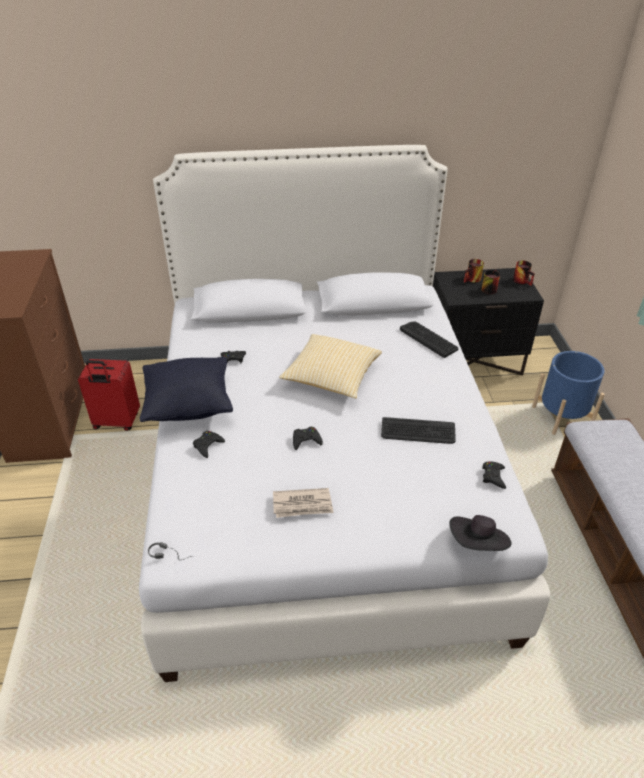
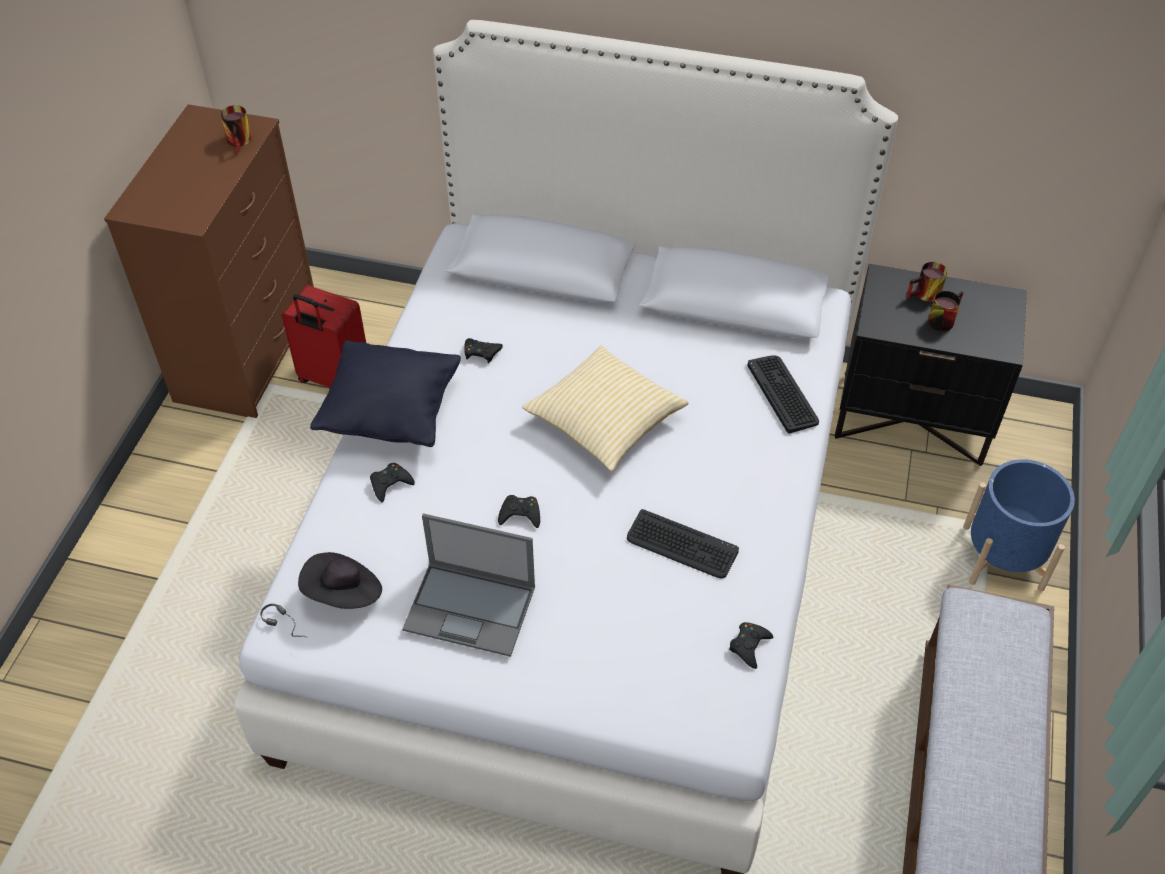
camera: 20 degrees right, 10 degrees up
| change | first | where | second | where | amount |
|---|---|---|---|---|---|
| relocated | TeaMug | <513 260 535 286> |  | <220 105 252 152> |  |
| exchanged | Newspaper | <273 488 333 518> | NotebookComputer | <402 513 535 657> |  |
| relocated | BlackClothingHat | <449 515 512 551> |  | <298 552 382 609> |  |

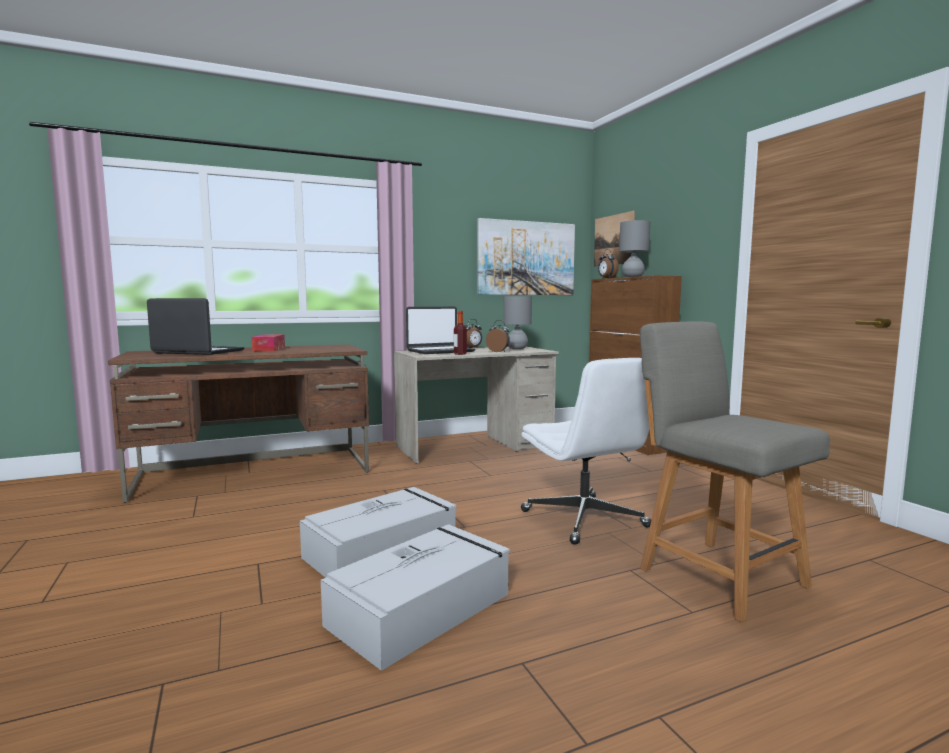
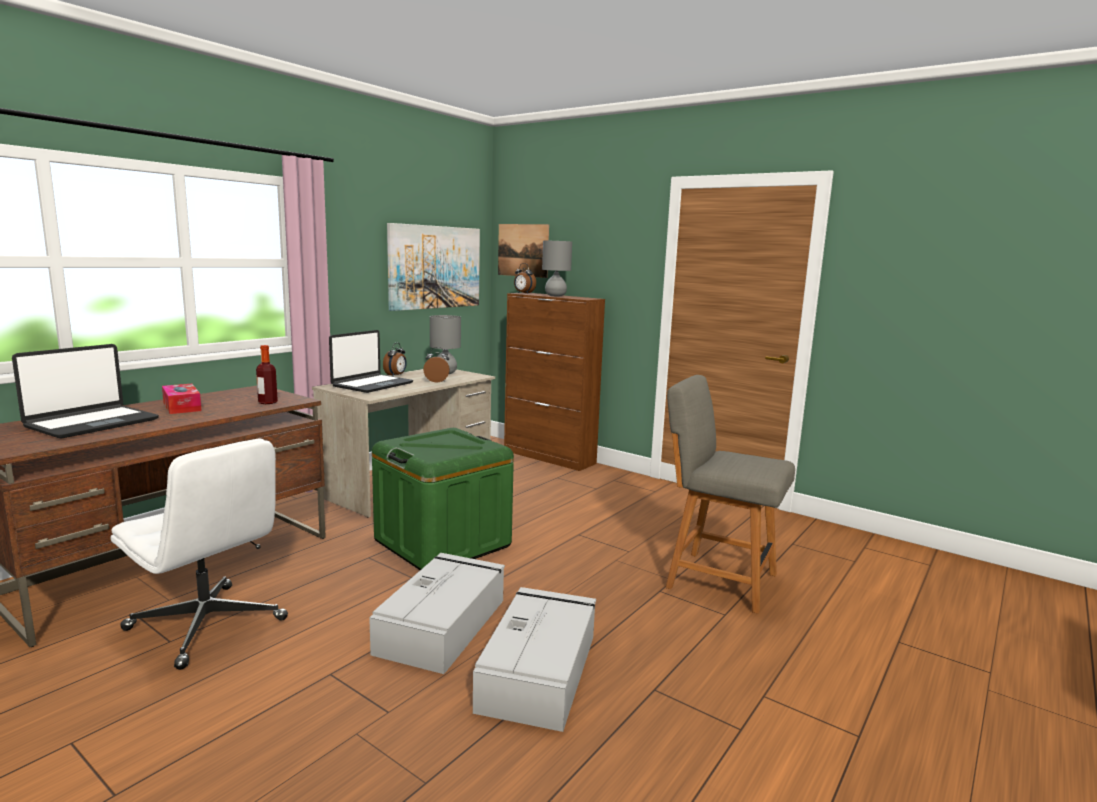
camera: 30 degrees left, 5 degrees up
| change | first | where | second | where | amount |
|---|---|---|---|---|---|
| spun | NotebookComputer | <147 298 245 355> |  | <12 344 159 439> | 135 degrees clockwise |
| relocated | Bottle | <454 311 467 355> |  | <256 345 278 404> |  |
| relocated | WhiteColouredOfficeChair | <521 358 651 545> |  | <111 439 288 670> |  |
| appeared |  |  | GreenishStorageContainer | <372 428 514 570> |  |

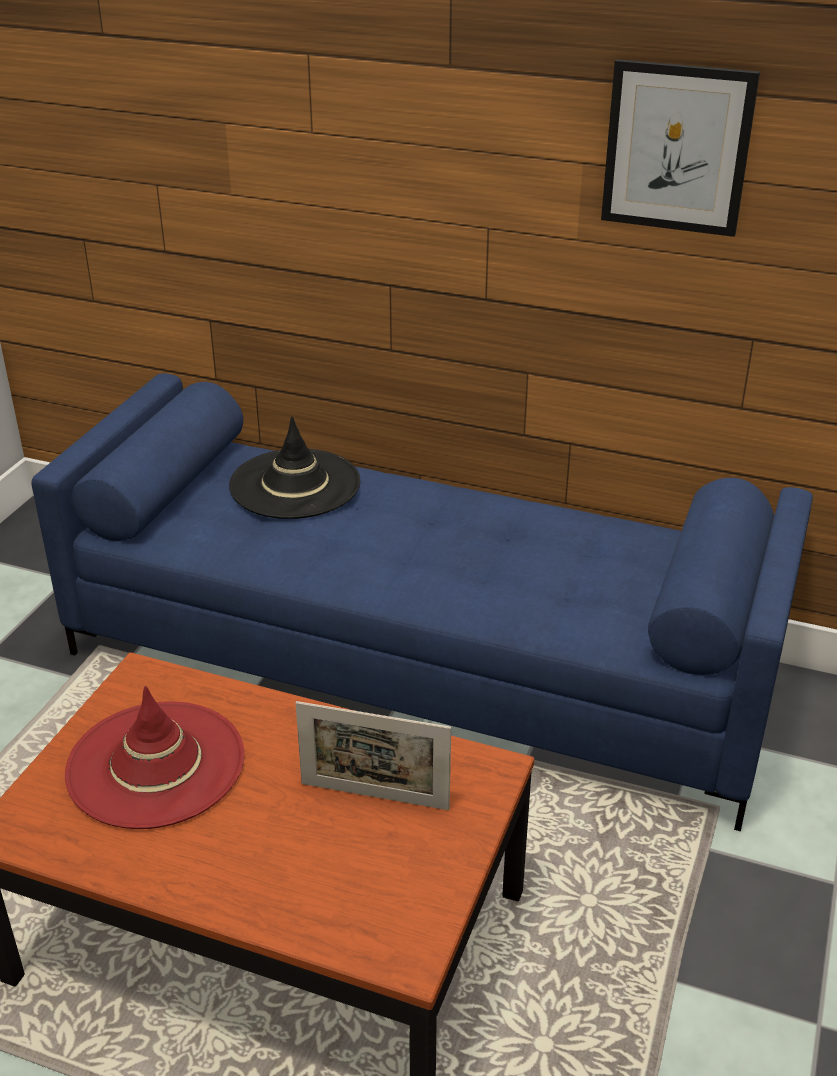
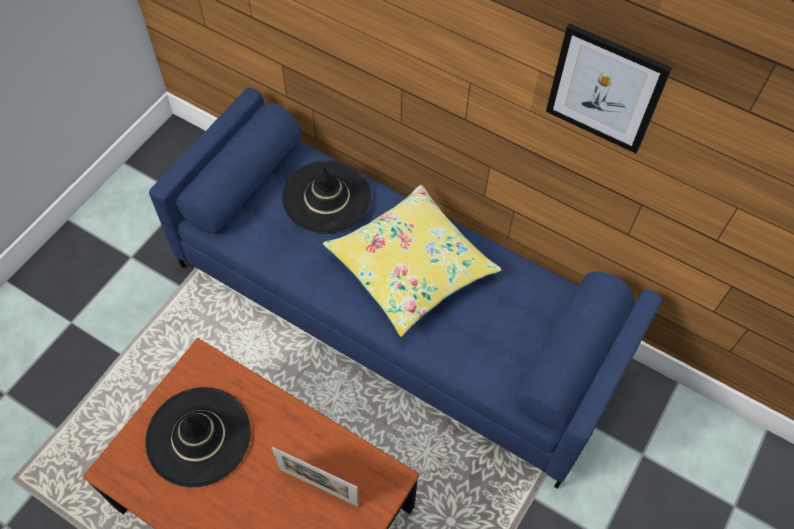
camera: 10 degrees right, 25 degrees up
| change | first | where | second | where | amount |
|---|---|---|---|---|---|
| colour | RedClothingHat | <65 686 245 829> | BlackClothingHat | <145 387 251 488> |  |
| appeared |  |  | YellowColouredPillow | <323 185 502 337> |  |

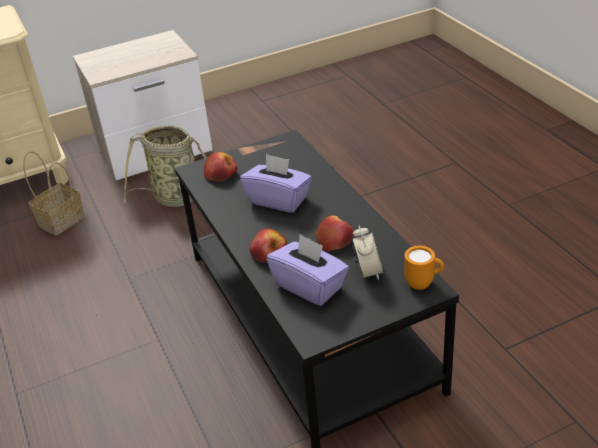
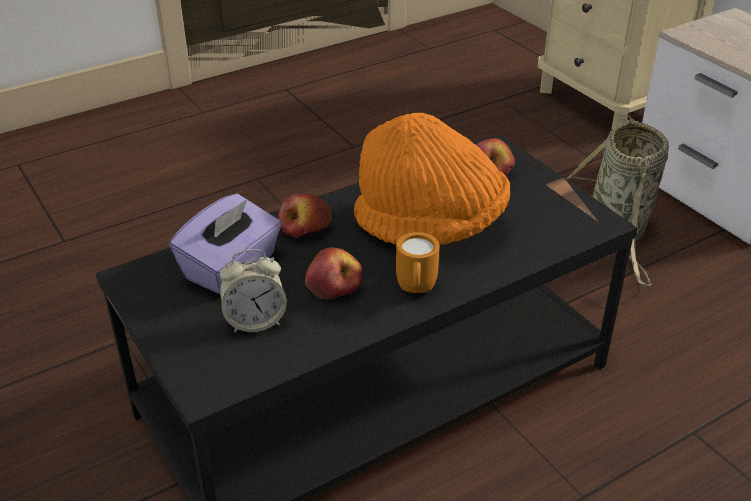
camera: 80 degrees right, 0 degrees up
| change | first | where | second | where | amount |
|---|---|---|---|---|---|
| missing | HouseholdBasket | <23 151 85 235> |  |  |  |
| exchanged | PurpleColouredTissueBox | <240 154 312 213> | OrangeClothingHat | <354 113 510 245> |  |
| relocated | OrangeTeaMug | <404 245 444 290> |  | <396 232 439 293> |  |

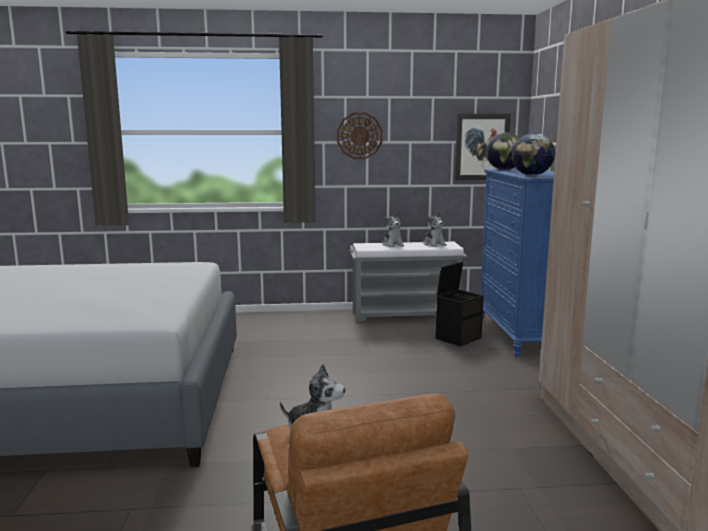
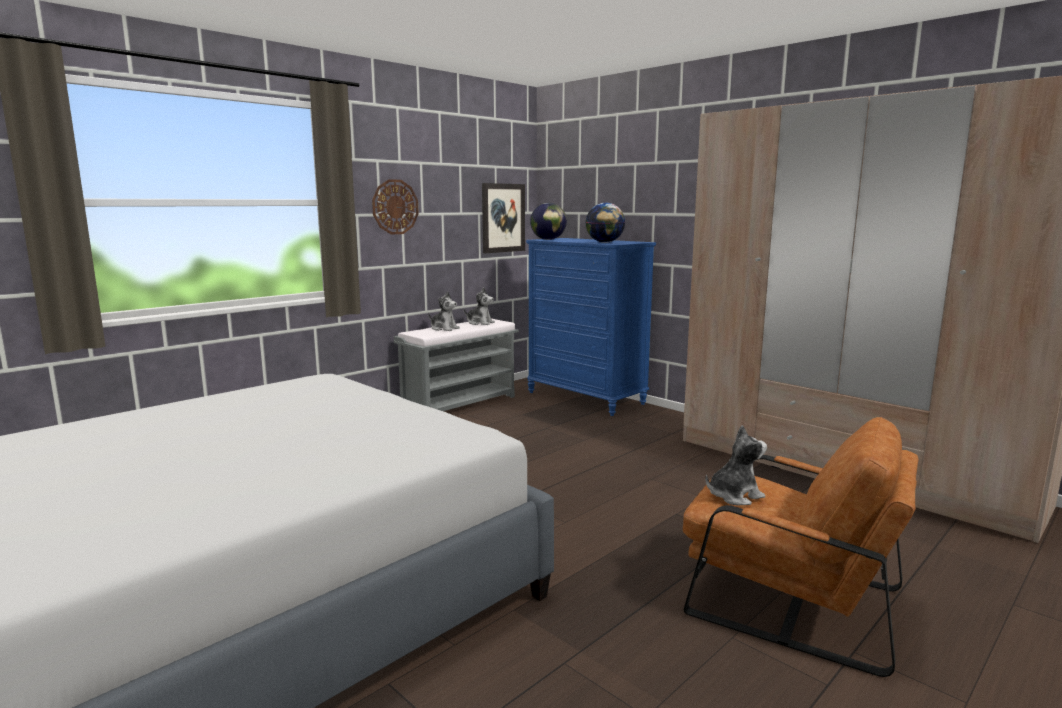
camera: 40 degrees left, 0 degrees up
| change | first | where | second | where | amount |
|---|---|---|---|---|---|
| missing | BlackStorageContainer | <435 262 484 347> |  |  |  |

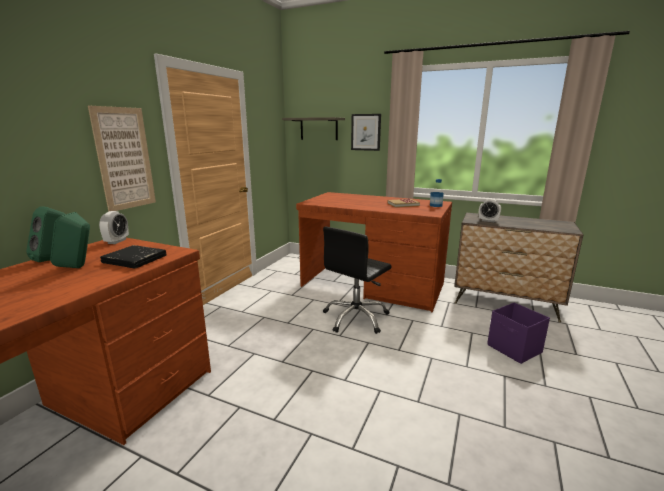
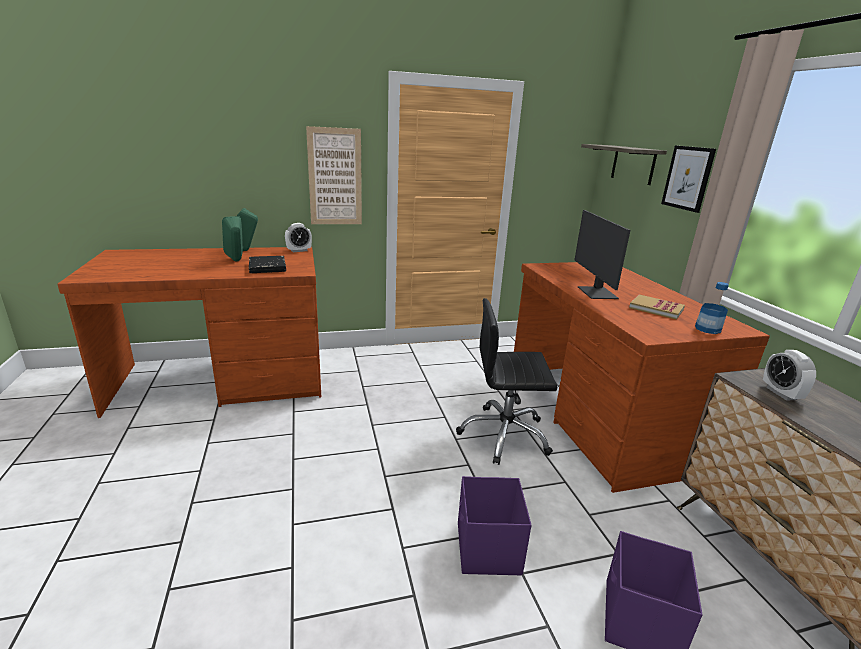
camera: 50 degrees right, 5 degrees up
| change | first | where | second | where | amount |
|---|---|---|---|---|---|
| appeared |  |  | ComputerScreen | <575 210 630 299> |  |
| appeared |  |  | PurpleColouredStorageContainer | <458 476 532 575> |  |

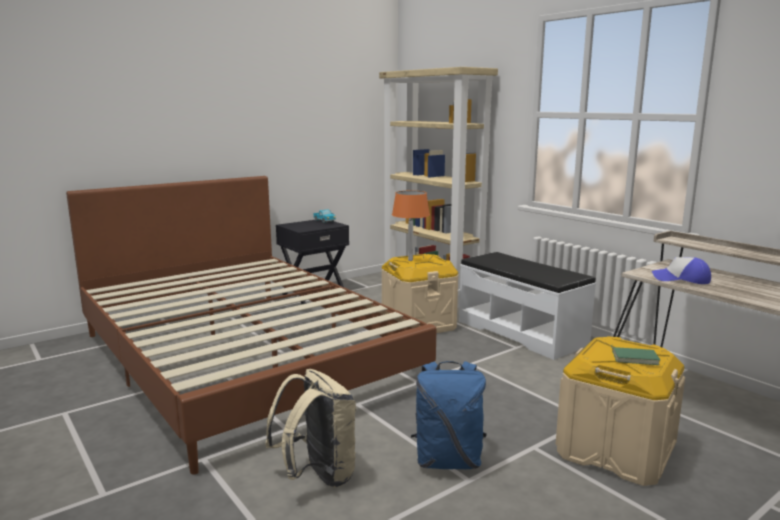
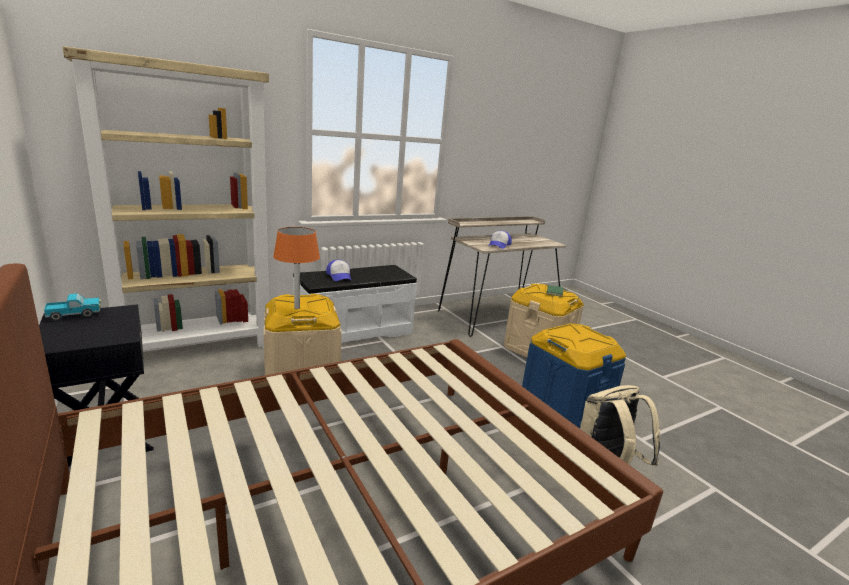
camera: 85 degrees left, 5 degrees up
| change | first | where | second | where | amount |
|---|---|---|---|---|---|
| exchanged | BluishRucksack | <411 361 487 469> | BluishStorageContainer | <522 323 626 428> |  |
| appeared |  |  | PeakedCap | <326 260 351 281> |  |

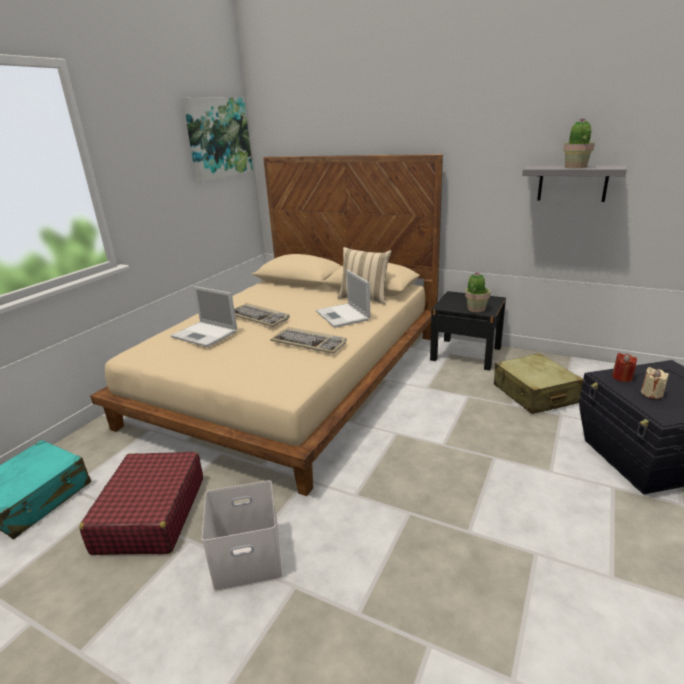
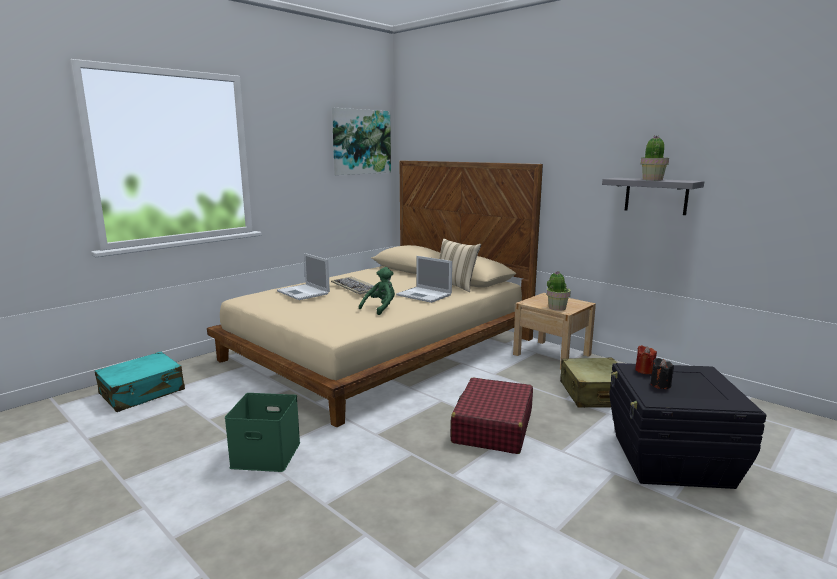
camera: 15 degrees right, 10 degrees down
| change | first | where | second | where | amount |
|---|---|---|---|---|---|
| spun | NotebookComputer | <316 270 370 328> |  | <396 256 452 303> | 45 degrees counterclockwise |
| colour | BlackNightTable | <430 291 506 371> | BeigeNightTable | <513 293 596 369> |  |
| exchanged | ComputerKeyboard | <270 327 347 354> | GreenishCuddlyToy | <359 267 395 315> |  |
| colour | BeigeWaxCandle | <641 367 668 399> | BlackWaxCandle | <651 358 674 389> |  |
| relocated | RedSuitcase | <79 452 203 555> |  | <451 378 533 454> |  |
| colour | WhiteColouredStorageContainer | <202 480 283 592> | GreenishStorageContainer | <225 393 300 472> |  |

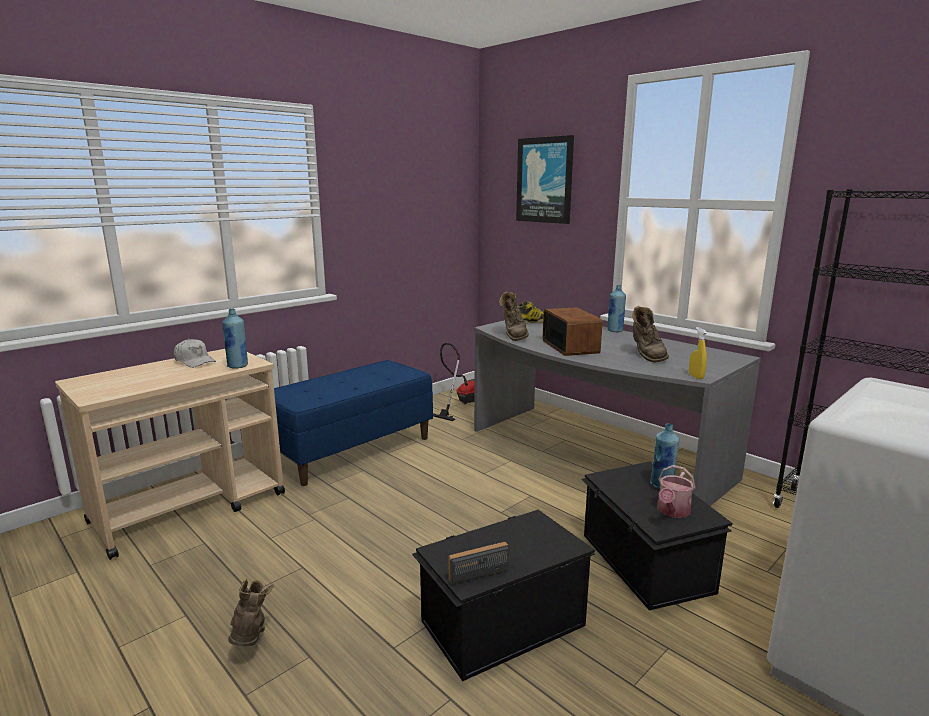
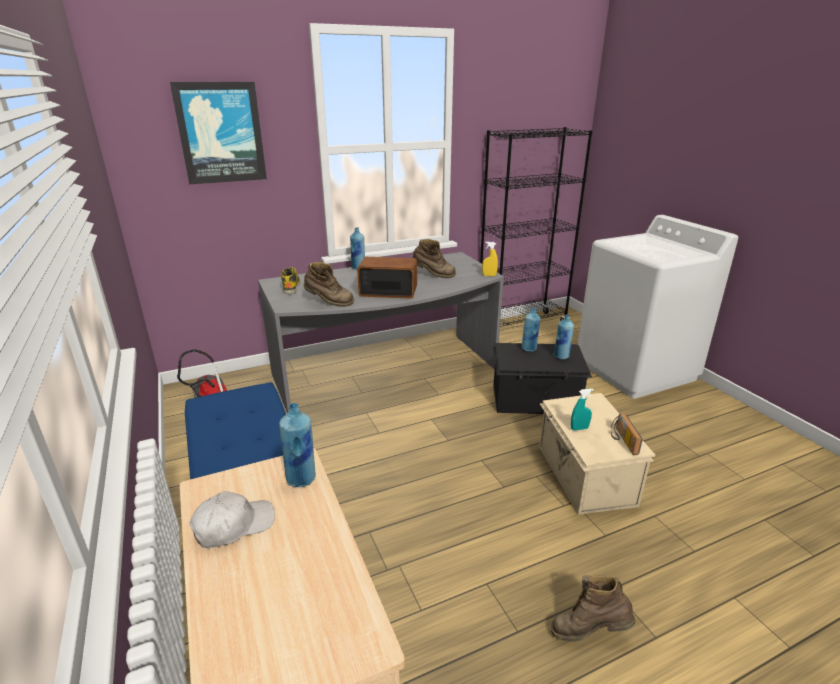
camera: 70 degrees left, 10 degrees up
| change | first | where | second | where | amount |
|---|---|---|---|---|---|
| exchanged | SprinklingCan | <657 465 696 518> | BluishBottle | <554 315 574 359> |  |
| colour | BlackStorageContainer | <412 509 595 681> | BeigeStorageContainer | <539 393 655 515> |  |
| appeared |  |  | TurquoiseSprayBottle | <571 389 594 430> |  |

